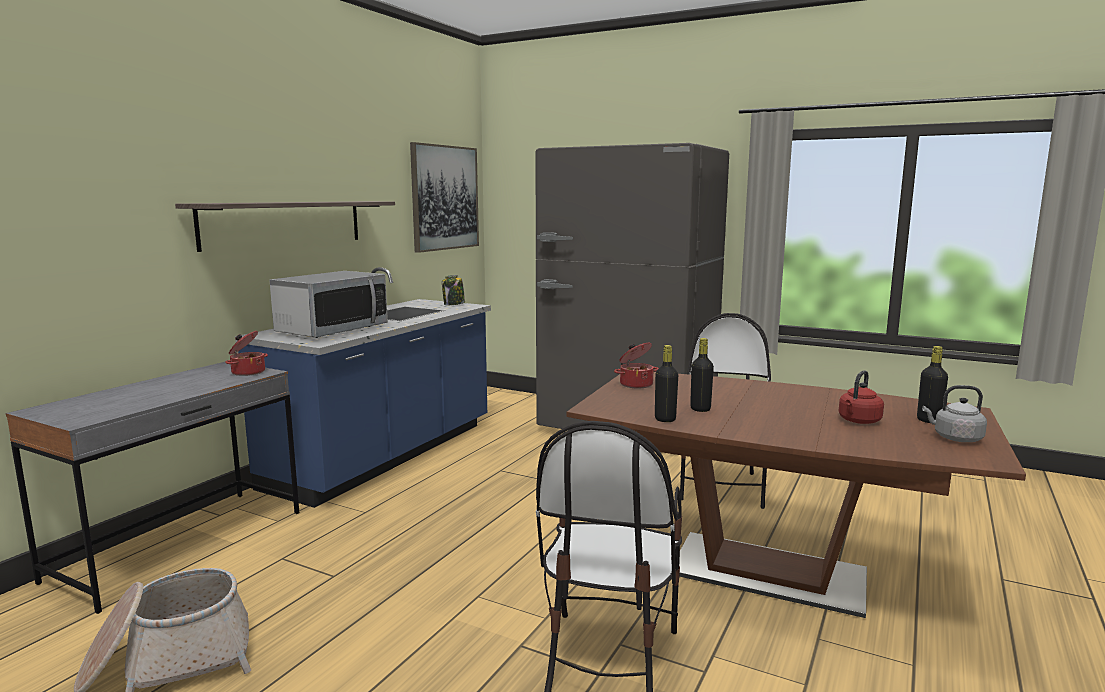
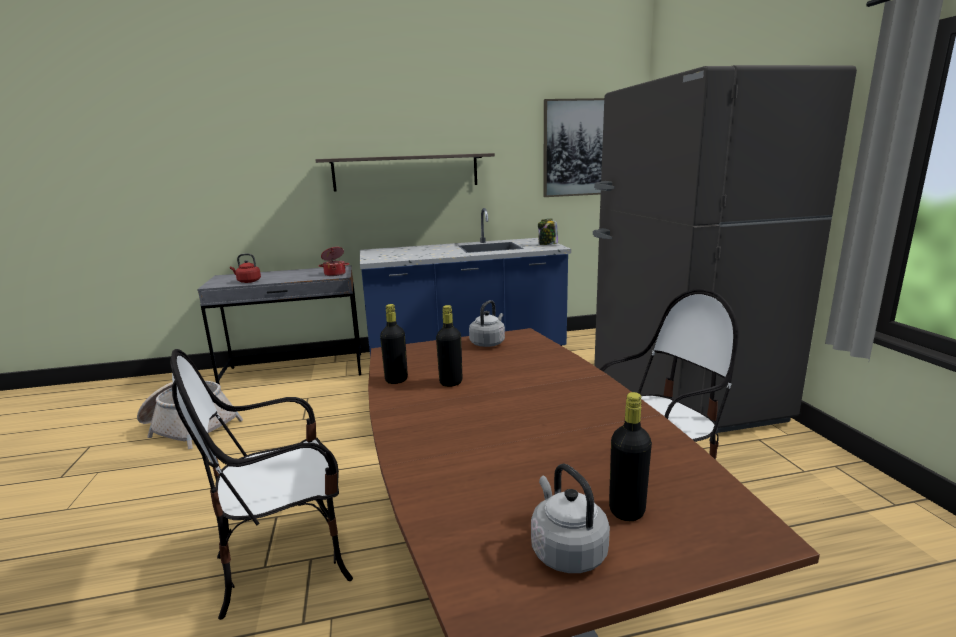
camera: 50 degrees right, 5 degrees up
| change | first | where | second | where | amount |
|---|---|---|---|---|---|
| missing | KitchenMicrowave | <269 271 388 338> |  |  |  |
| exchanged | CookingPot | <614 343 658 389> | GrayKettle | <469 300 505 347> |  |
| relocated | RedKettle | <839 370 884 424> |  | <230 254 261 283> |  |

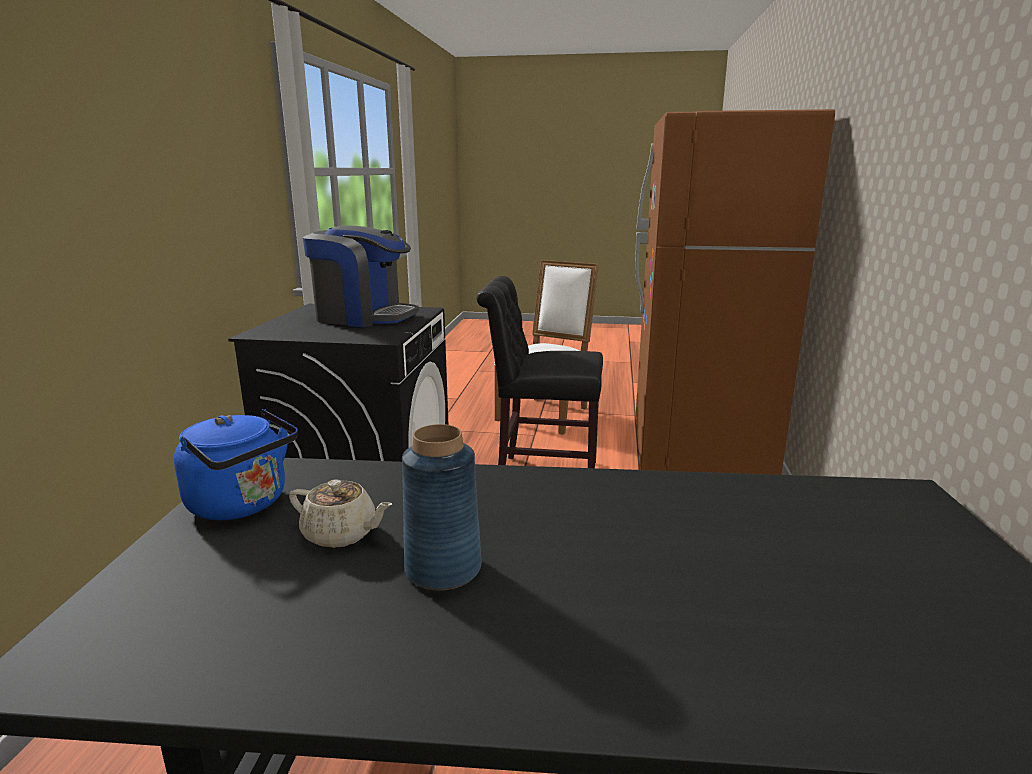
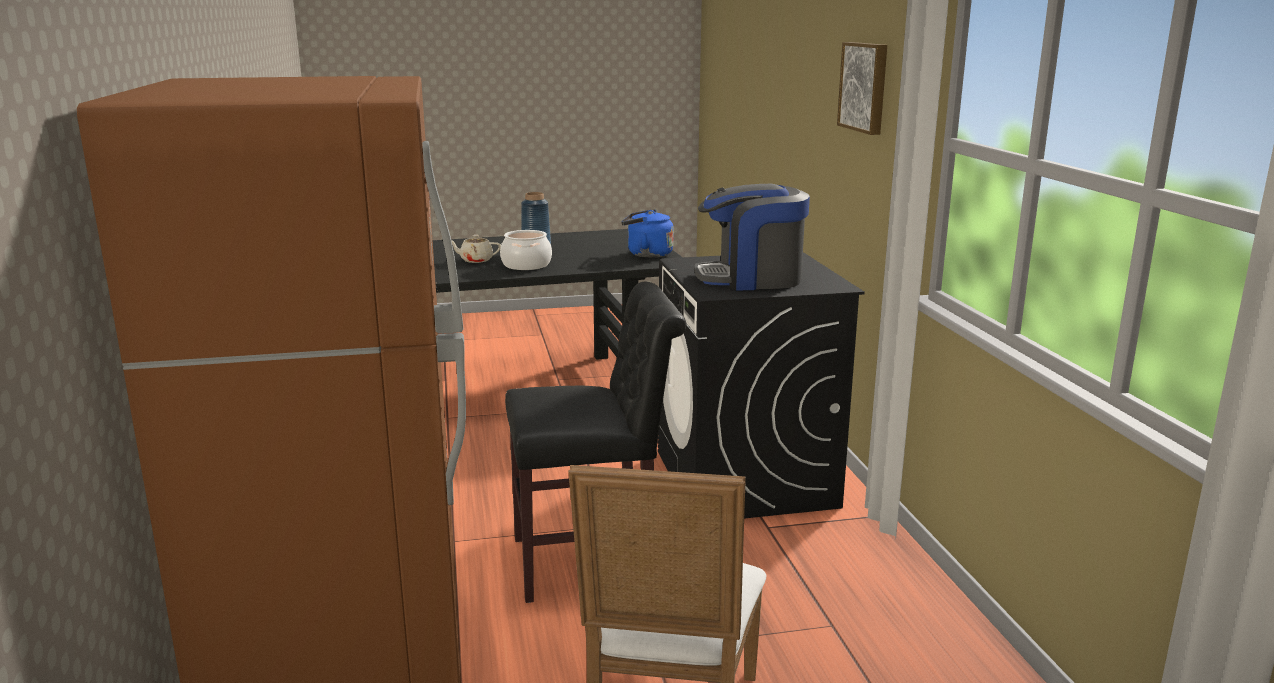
camera: 160 degrees right, 0 degrees up
| change | first | where | second | where | amount |
|---|---|---|---|---|---|
| relocated | BeigePotForTea | <289 480 392 548> |  | <451 235 501 263> |  |
| appeared |  |  | WallArt | <837 42 887 135> |  |
| appeared |  |  | CookingPot | <500 230 552 270> |  |

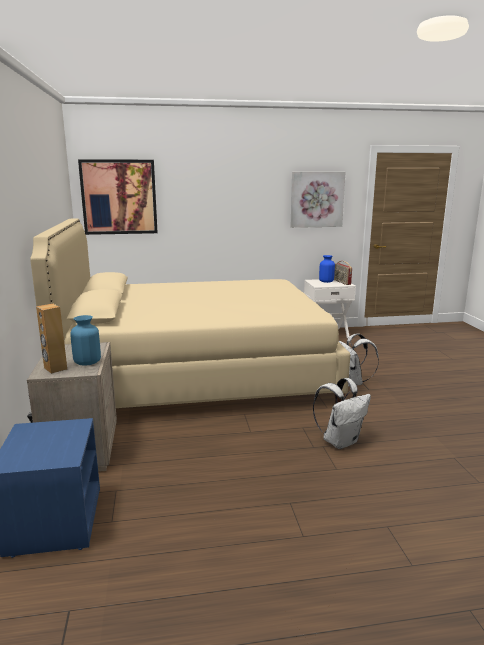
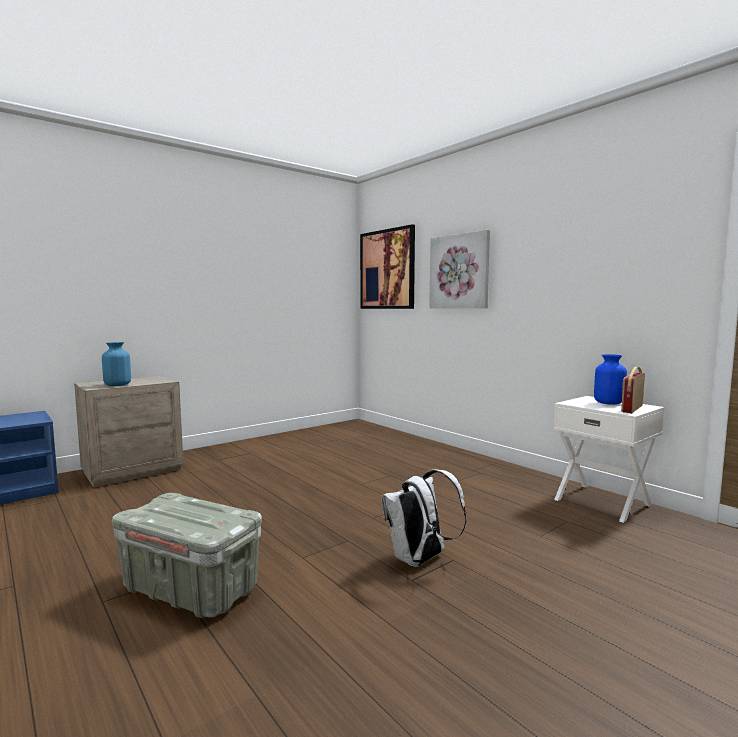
camera: 60 degrees right, 10 degrees down
| change | first | where | second | where | amount |
|---|---|---|---|---|---|
| relocated | WallArt | <290 172 345 228> |  | <429 230 490 308> |  |
| missing | BeigeBed | <30 218 350 408> |  |  |  |
| missing | BrownAudioSpeaker | <36 304 67 374> |  |  |  |
| exchanged | WhiteColouredRucksack | <313 378 371 449> | GrayStorageContainer | <112 493 262 618> |  |

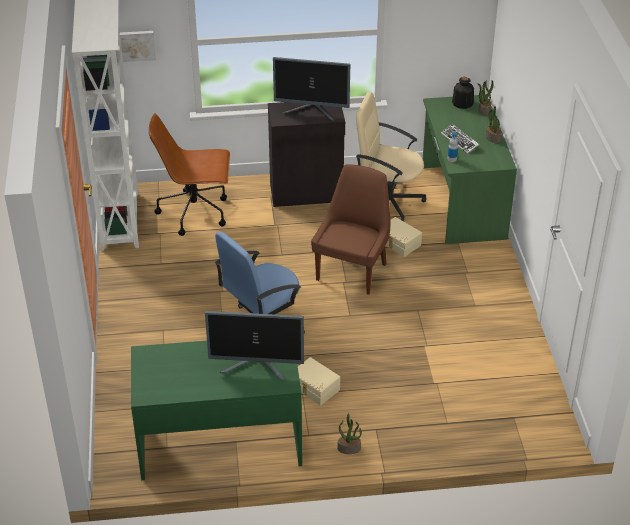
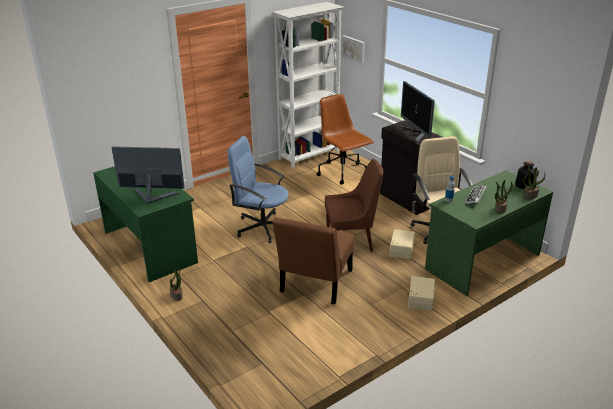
camera: 60 degrees right, 10 degrees down
| change | first | where | second | where | amount |
|---|---|---|---|---|---|
| spun | ComputerScreen | <205 311 304 380> |  | <112 146 185 204> | 120 degrees clockwise |
| relocated | BeigeStorageContainer | <298 357 340 405> |  | <407 276 435 311> |  |
| appeared |  |  | BrownUprightChair | <272 217 354 304> |  |

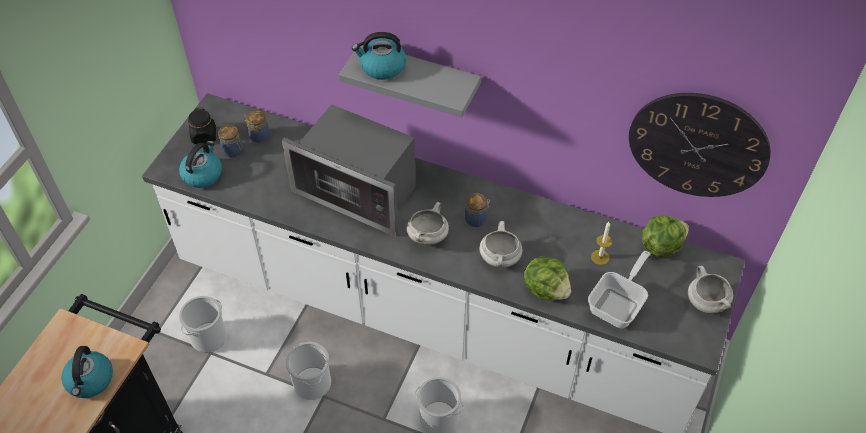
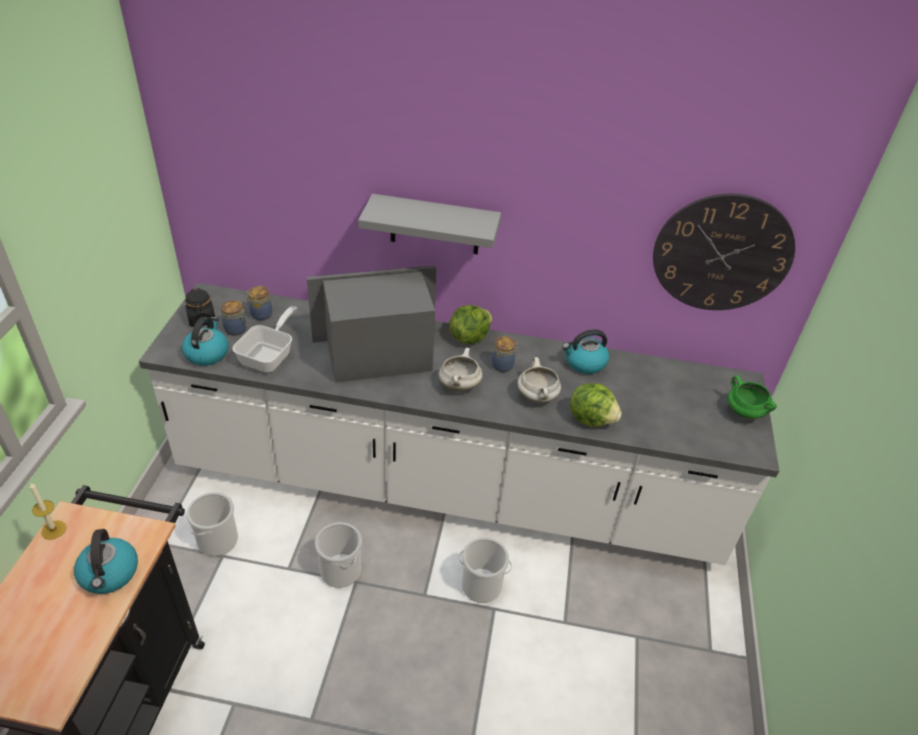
camera: 15 degrees left, 10 degrees down
| change | first | where | second | where | amount |
|---|---|---|---|---|---|
| relocated | Kettle | <352 32 406 80> |  | <562 329 609 374> |  |
| spun | KitchenMicrowave | <282 104 416 237> |  | <307 265 437 383> | 150 degrees clockwise |
| relocated | HeadOfLettuce | <642 216 689 257> |  | <449 305 492 344> |  |
| relocated | WaxCandle | <591 222 612 265> |  | <30 482 66 540> |  |
| relocated | Skillet | <588 251 650 328> |  | <232 306 297 372> |  |
| colour | WhiteColouredCookingPot | <688 266 733 314> | GreenishCookingPot | <728 375 777 419> |  |

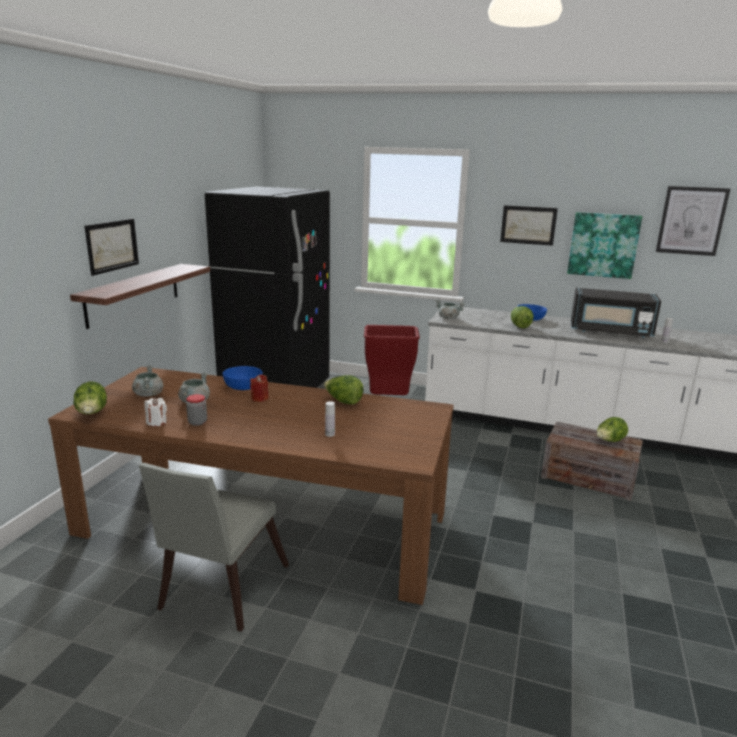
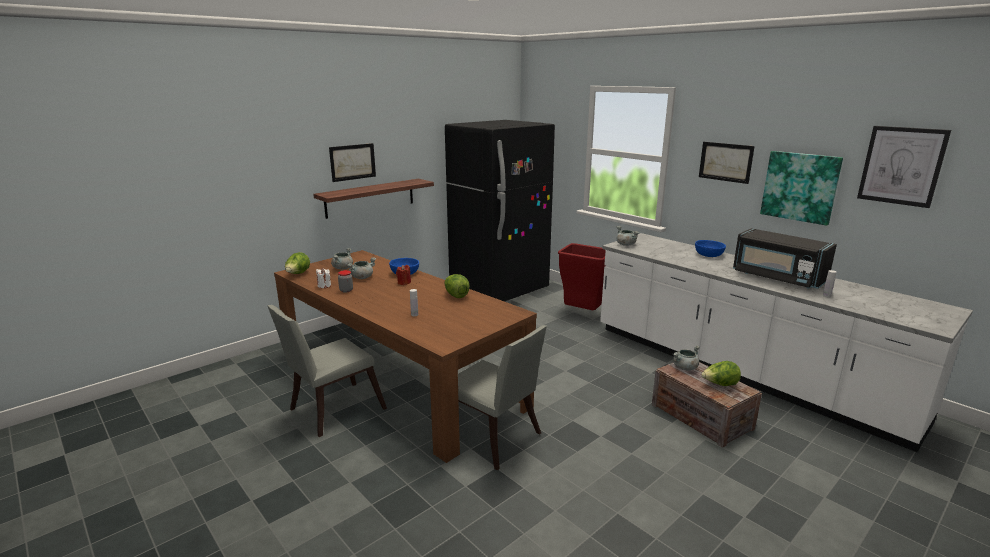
camera: 30 degrees right, 0 degrees up
| change | first | where | second | where | amount |
|---|---|---|---|---|---|
| missing | HeadOfLettuce | <511 306 533 328> |  |  |  |
| appeared |  |  | GrayUprightChair | <458 325 547 470> |  |
| appeared |  |  | GrayCookingPot | <673 346 700 371> |  |

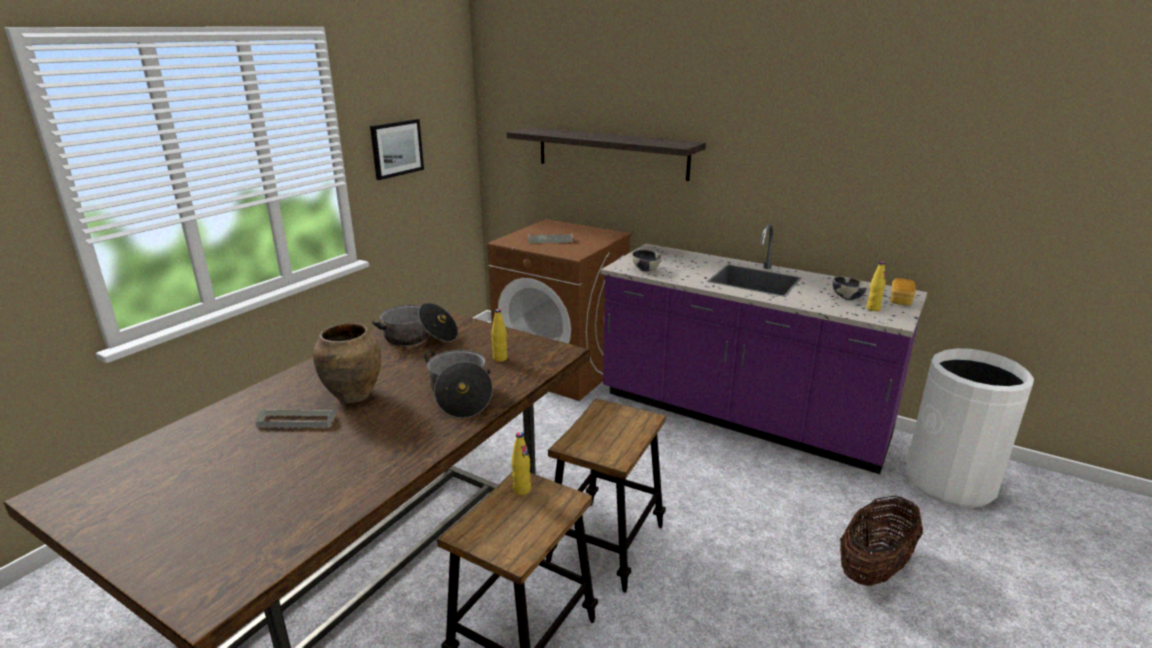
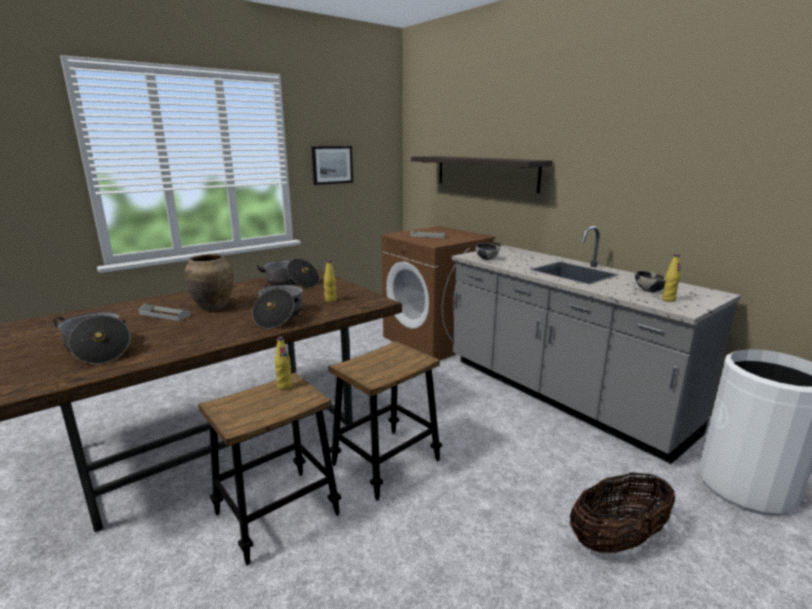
camera: 20 degrees right, 5 degrees down
| change | first | where | second | where | amount |
|---|---|---|---|---|---|
| colour | PurpleColouredKitchenBaseUnit | <601 224 928 474> | GrayKitchenBaseUnit | <451 226 741 464> |  |
| missing | BakedBread | <891 278 916 306> |  |  |  |
| appeared |  |  | CookingPot | <53 312 130 364> |  |

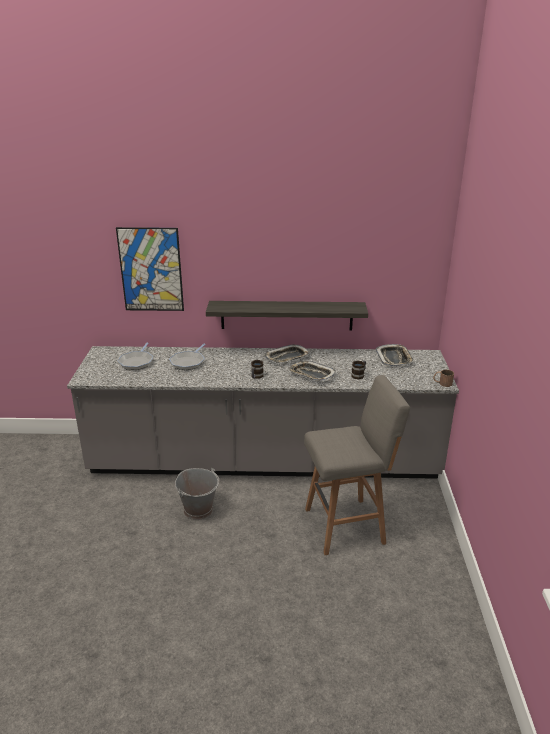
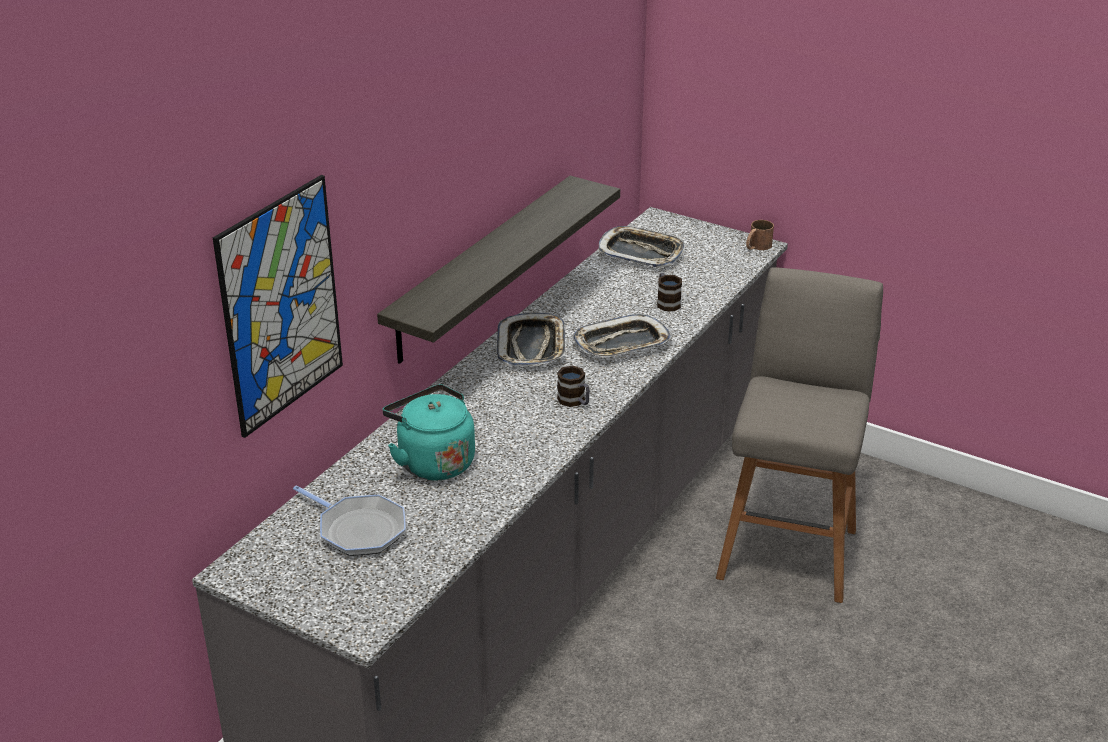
camera: 60 degrees left, 5 degrees up
| change | first | where | second | where | amount |
|---|---|---|---|---|---|
| exchanged | Skillet | <169 343 205 370> | TurquoiseKettle | <383 384 475 480> |  |
| missing | GrayWaterBucket | <175 468 220 520> |  |  |  |

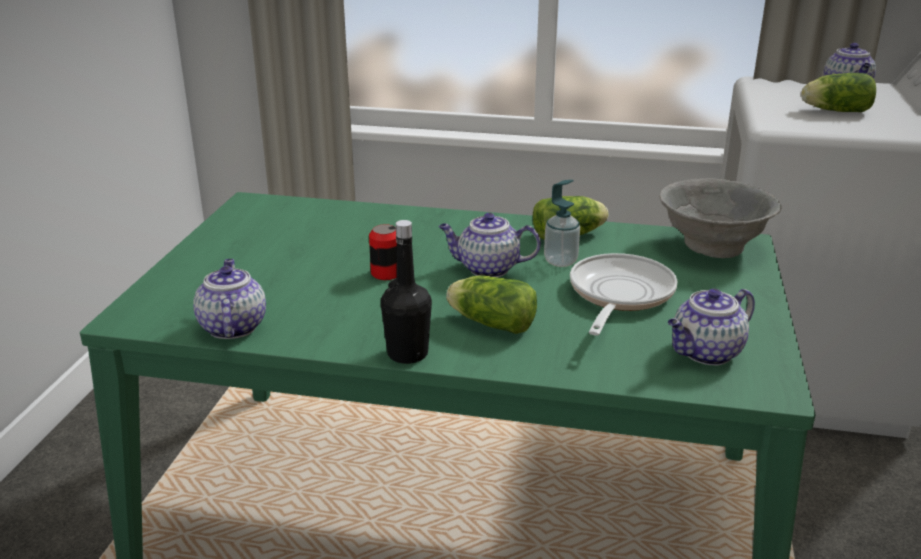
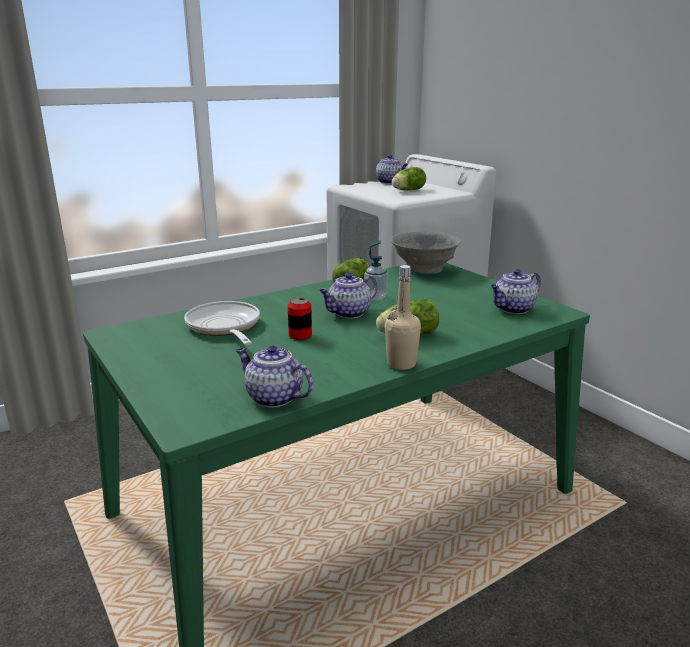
camera: 45 degrees left, 5 degrees down
| change | first | where | second | where | amount |
|---|---|---|---|---|---|
| colour | BlackBottle | <381 220 432 364> | BeigeBottle | <385 265 421 370> |  |
| relocated | Skillet | <570 253 677 336> |  | <184 301 260 345> |  |
| spun | PotForTea | <668 289 755 365> |  | <491 269 541 314> | 45 degrees clockwise |

